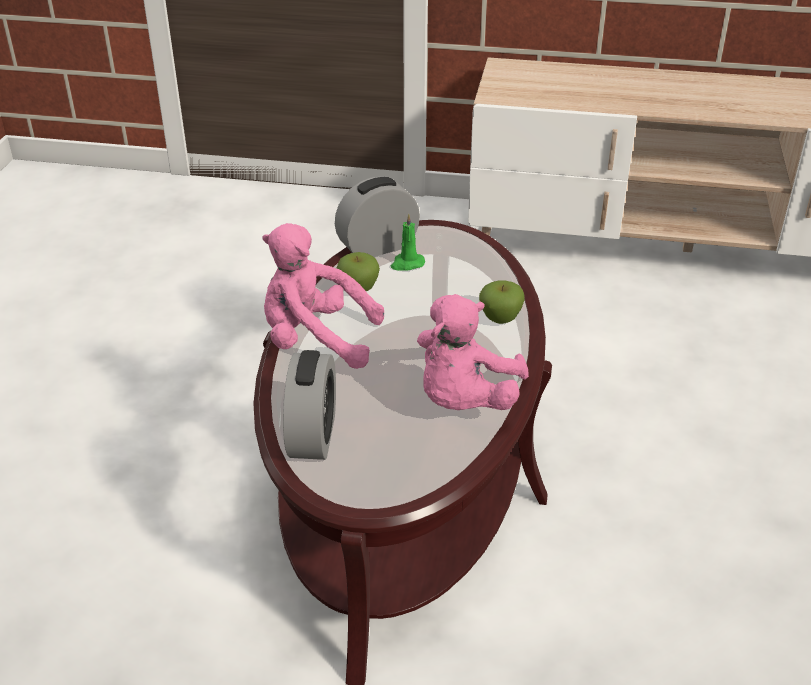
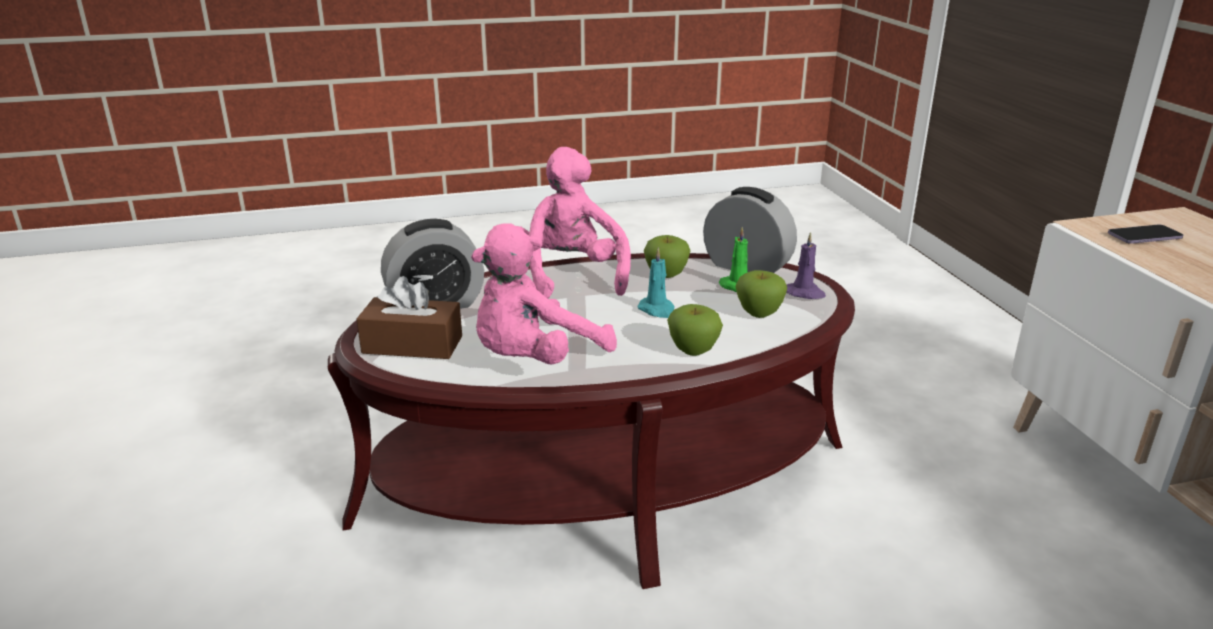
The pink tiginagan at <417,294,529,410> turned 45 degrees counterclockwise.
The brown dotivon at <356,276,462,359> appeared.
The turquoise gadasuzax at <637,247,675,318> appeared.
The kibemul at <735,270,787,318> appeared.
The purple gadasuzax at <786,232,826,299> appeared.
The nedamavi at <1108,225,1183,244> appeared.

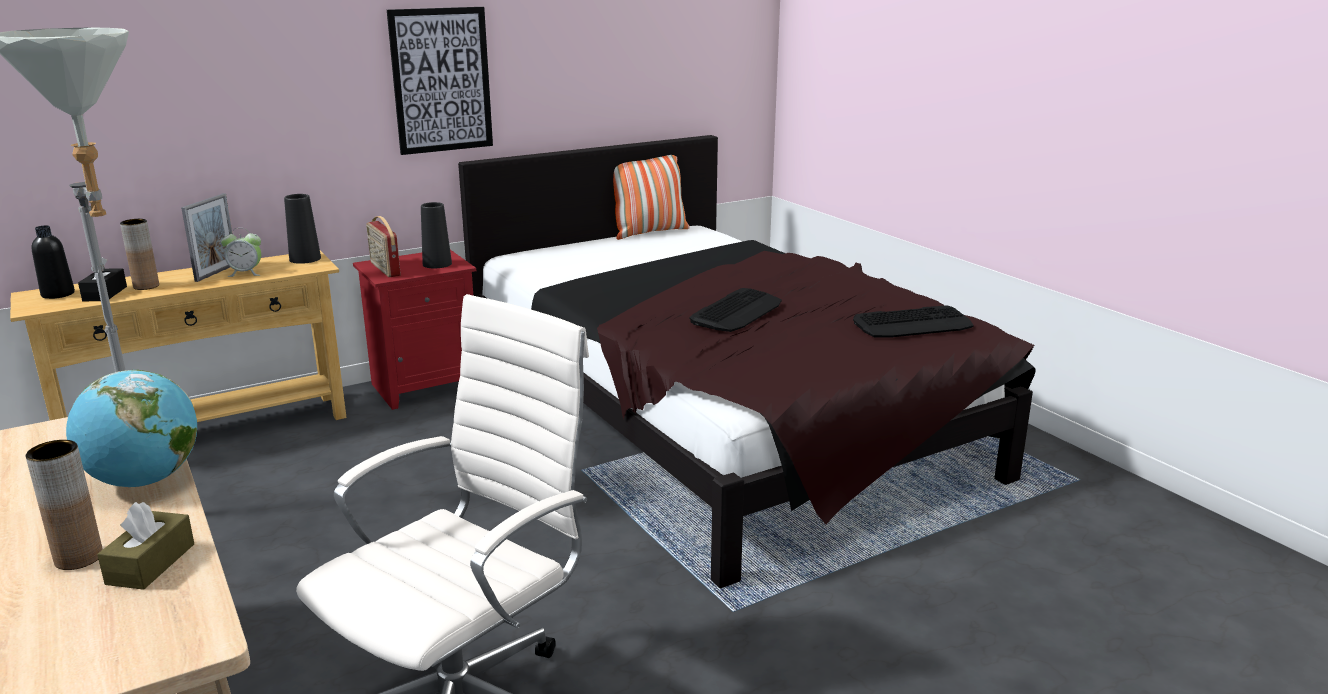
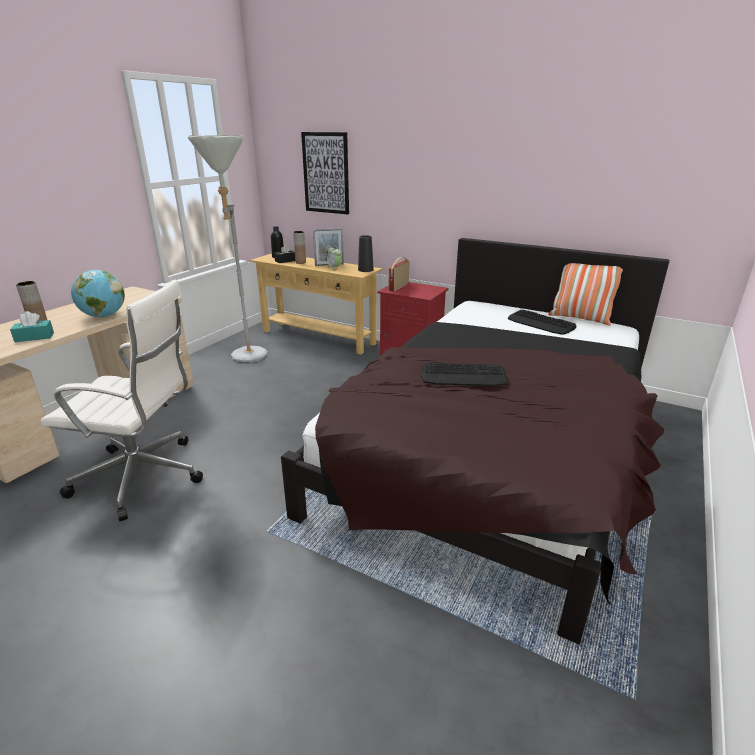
The brown dotivon at <97,502,194,590> became the turquoise dotivon at <10,311,54,342>.
The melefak moved from <387,7,493,155> to <301,132,349,214>.
The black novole at <421,202,452,268> disappeared.
The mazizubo moved from <853,306,974,338> to <508,310,577,335>.

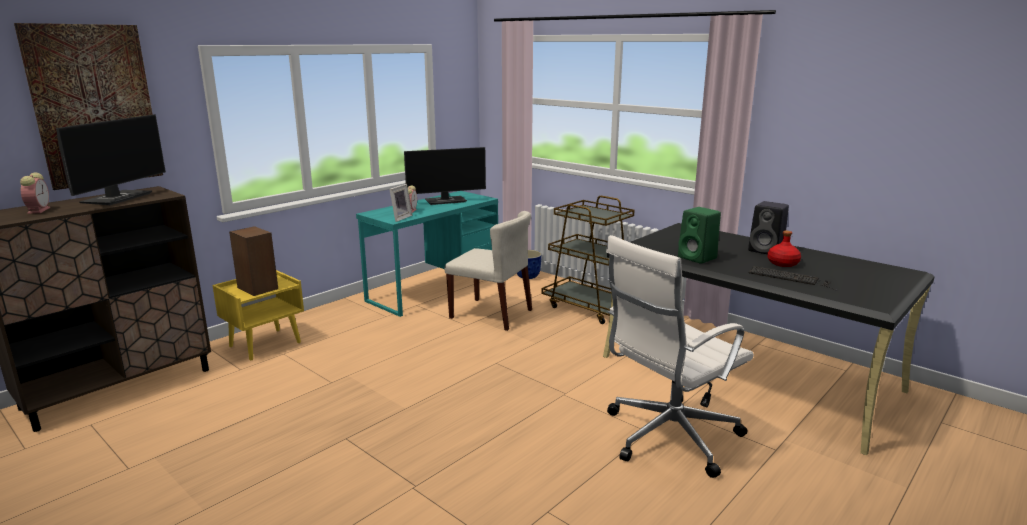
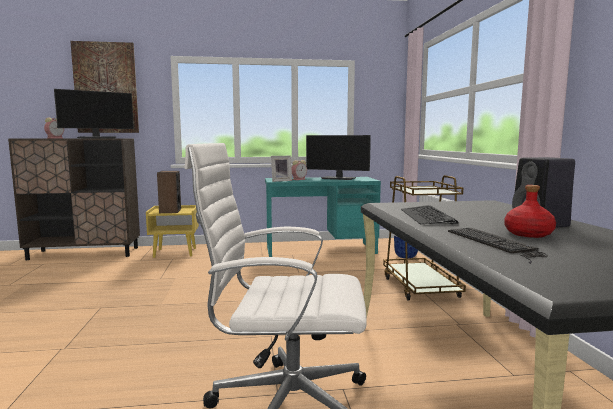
The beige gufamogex at <445,211,532,331> disappeared.
The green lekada at <678,207,721,264> was replaced by the mazizubo at <401,205,459,225>.

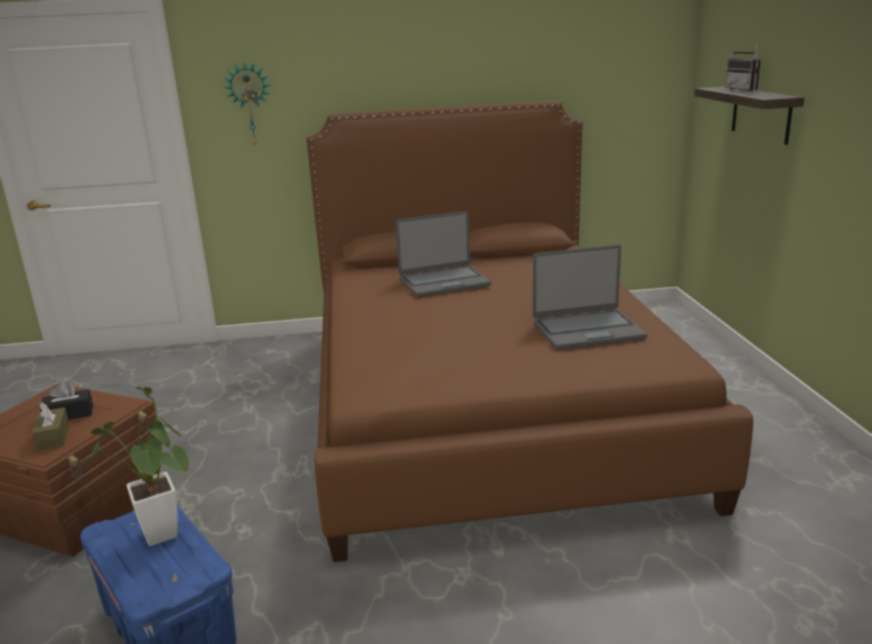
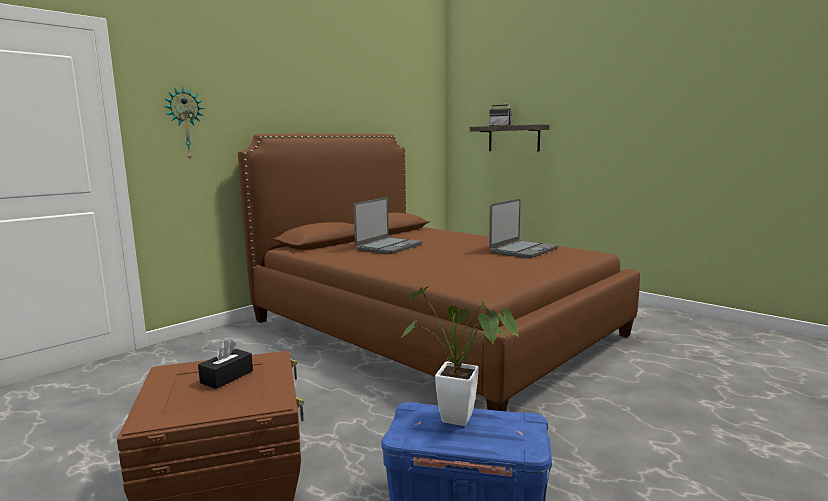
The brown dotivon at <31,402,69,451> disappeared.

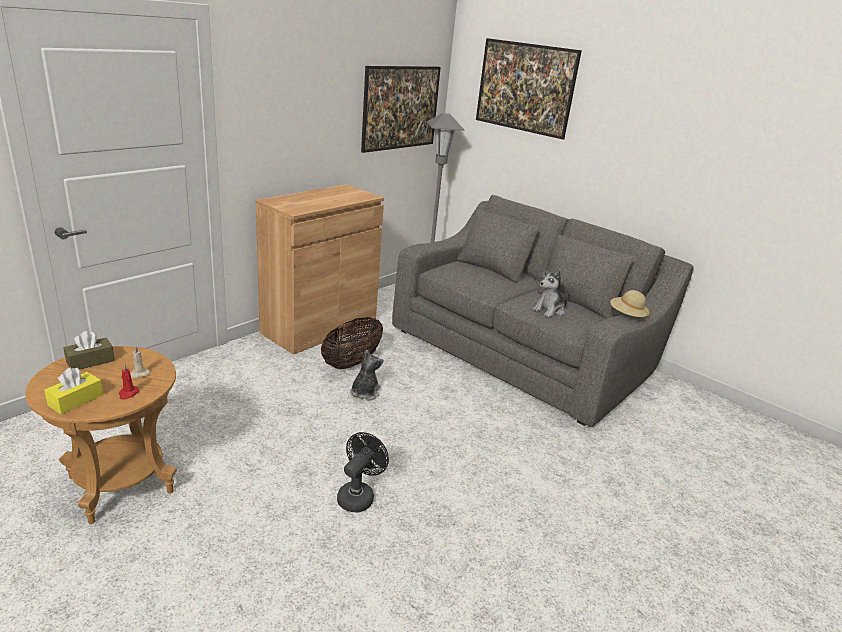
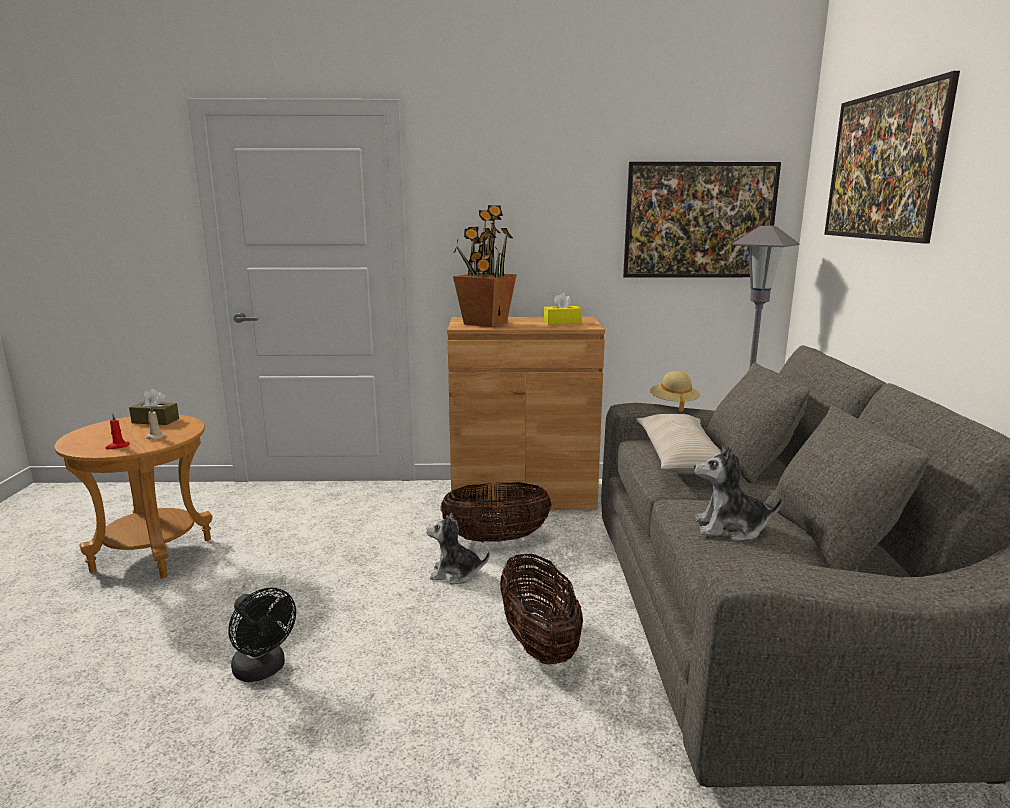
The yellow dotivon moved from <44,367,103,414> to <544,293,582,325>.
The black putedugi at <337,432,389,512> turned 60 degrees clockwise.
The tiginagan at <350,350,383,400> turned 150 degrees counterclockwise.
The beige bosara moved from <610,290,649,323> to <650,371,700,412>.
The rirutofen at <453,205,517,327> appeared.
The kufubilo at <500,553,583,664> appeared.
The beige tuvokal at <636,414,721,474> appeared.

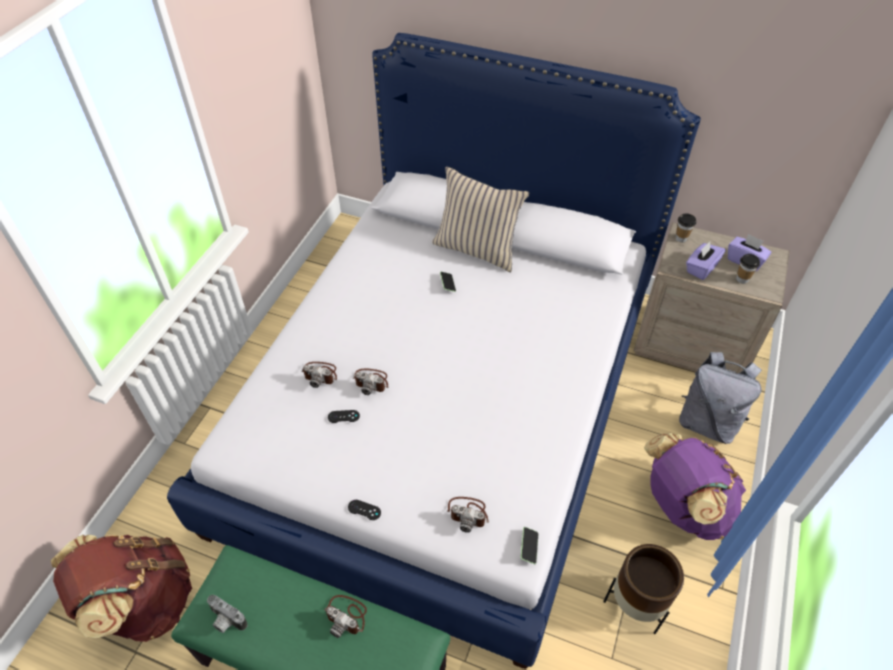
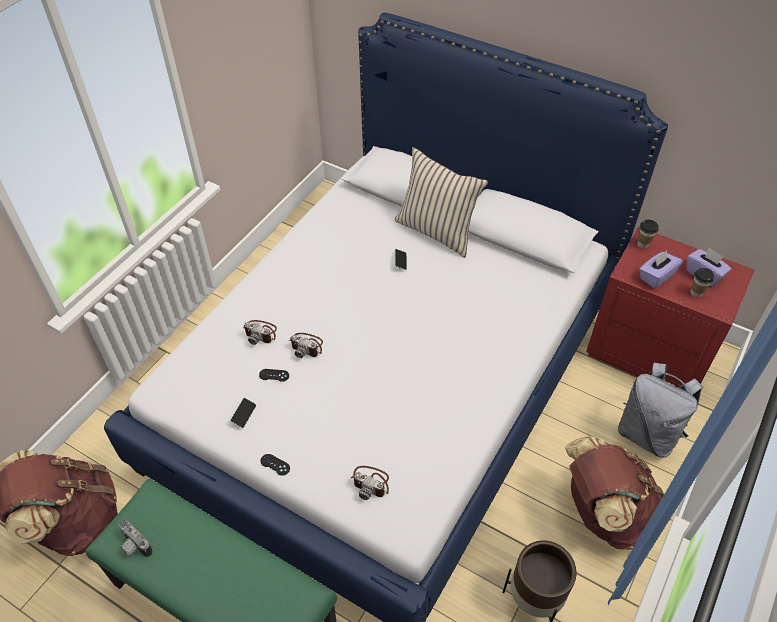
The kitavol at <324,595,367,638> disappeared.
The nedamavi moved from <521,527,538,564> to <230,398,256,428>.
The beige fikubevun at <633,222,790,373> became the red fikubevun at <586,227,754,388>.
The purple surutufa at <644,433,746,540> became the brown surutufa at <565,436,664,550>.

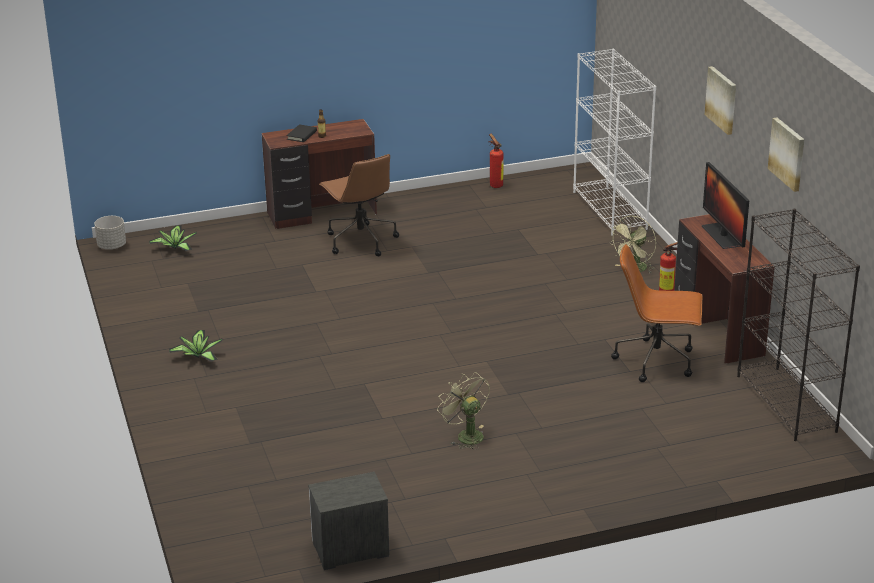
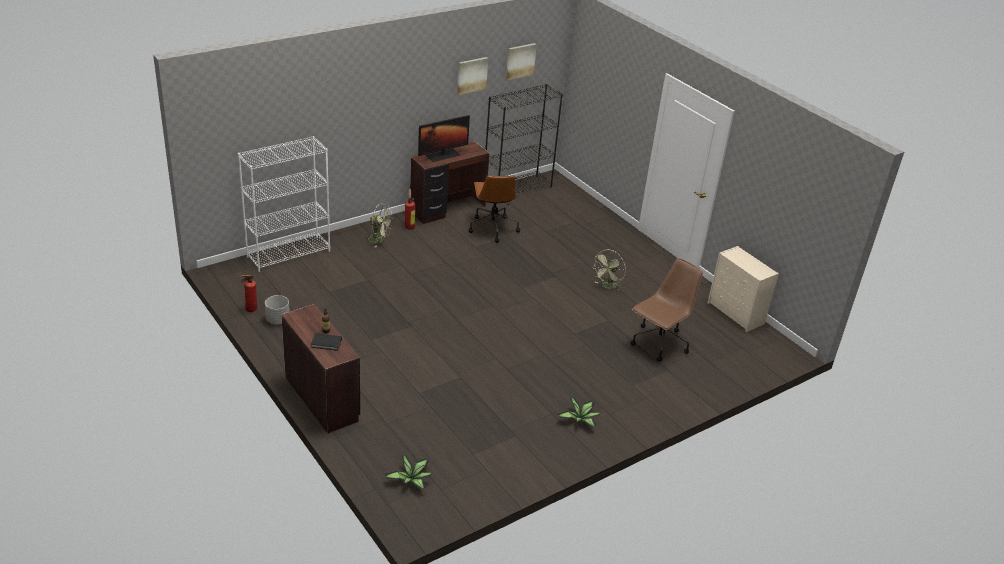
The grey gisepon moved from <94,216,126,250> to <265,295,290,324>.
The fikubevun at <308,472,389,570> was replaced by the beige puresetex at <708,246,779,332>.
The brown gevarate moved from <319,154,399,256> to <631,258,703,362>.
The melefak moved from <705,66,736,135> to <506,43,537,80>.

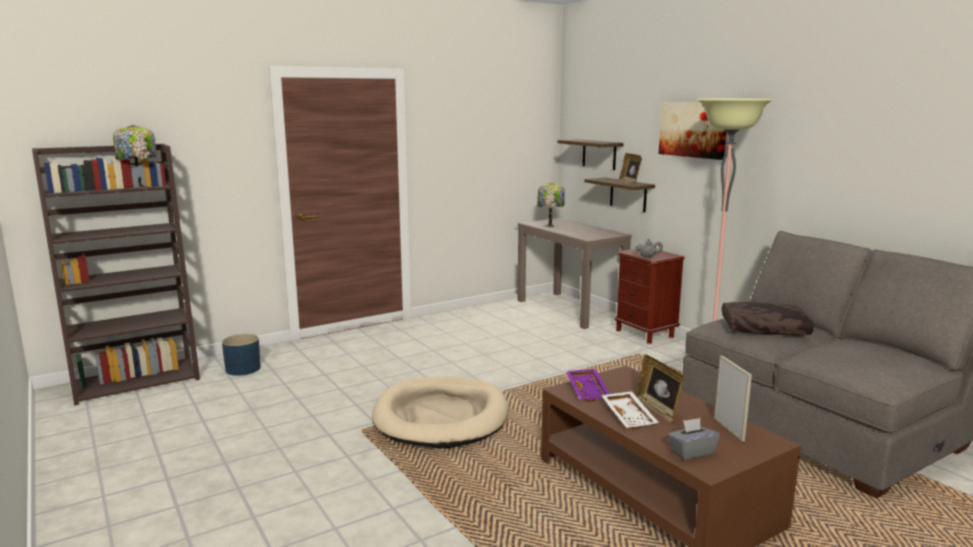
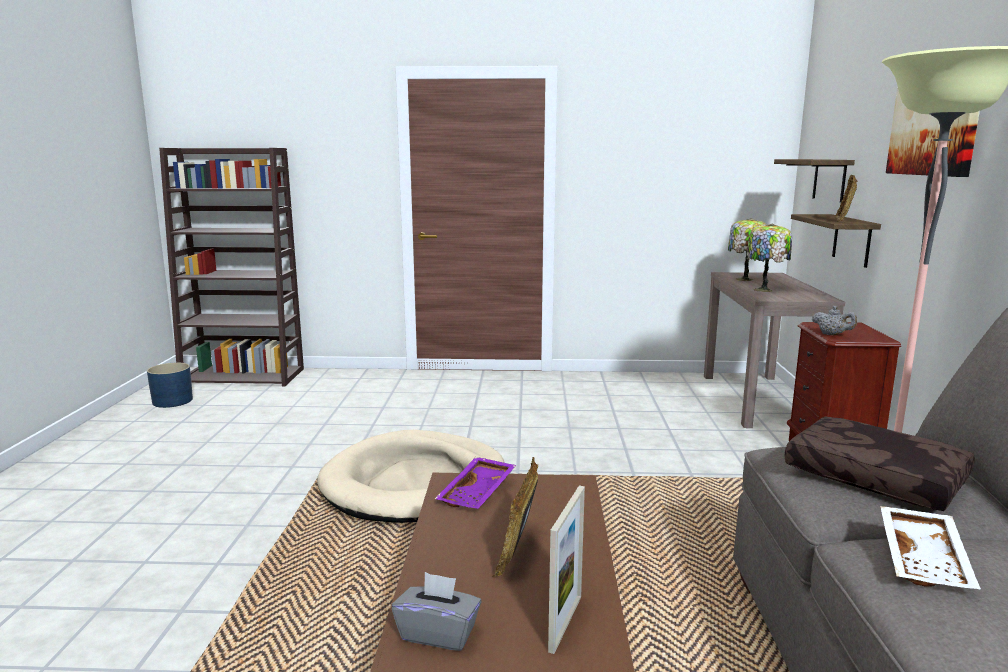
The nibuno moved from <113,125,157,188> to <747,224,792,292>.
The blue gisepon moved from <222,334,261,376> to <147,363,193,408>.
The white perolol moved from <601,391,659,429> to <880,506,981,590>.

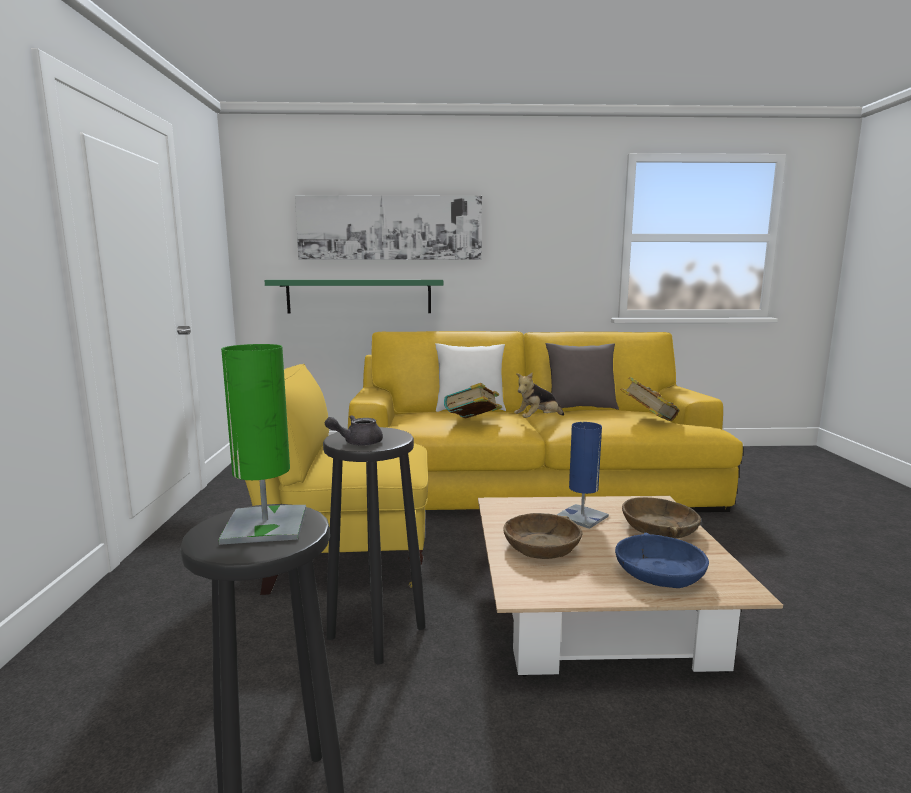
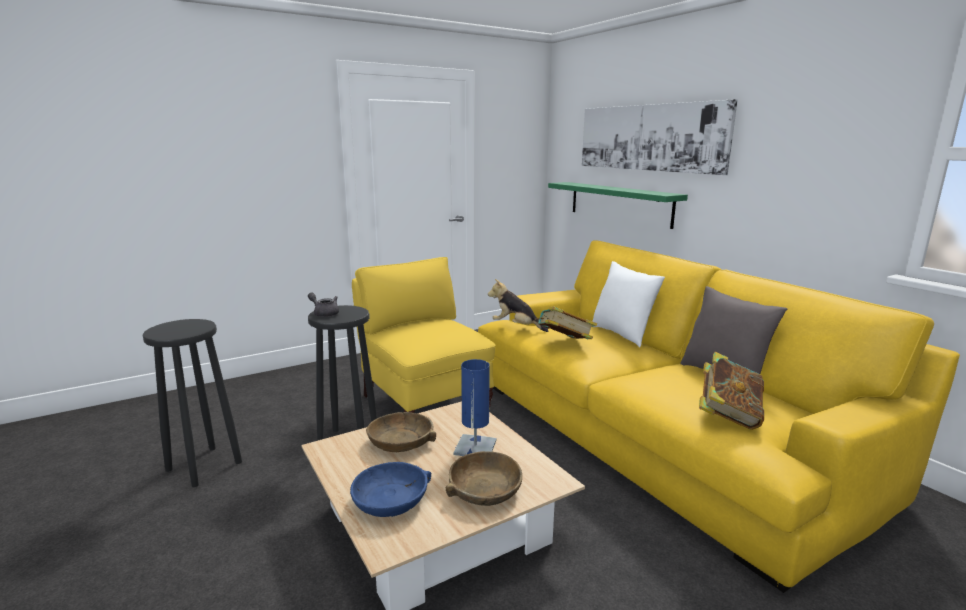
The green nibuno at <219,344,306,545> disappeared.
The tiginagan moved from <514,373,564,418> to <488,279,548,332>.

